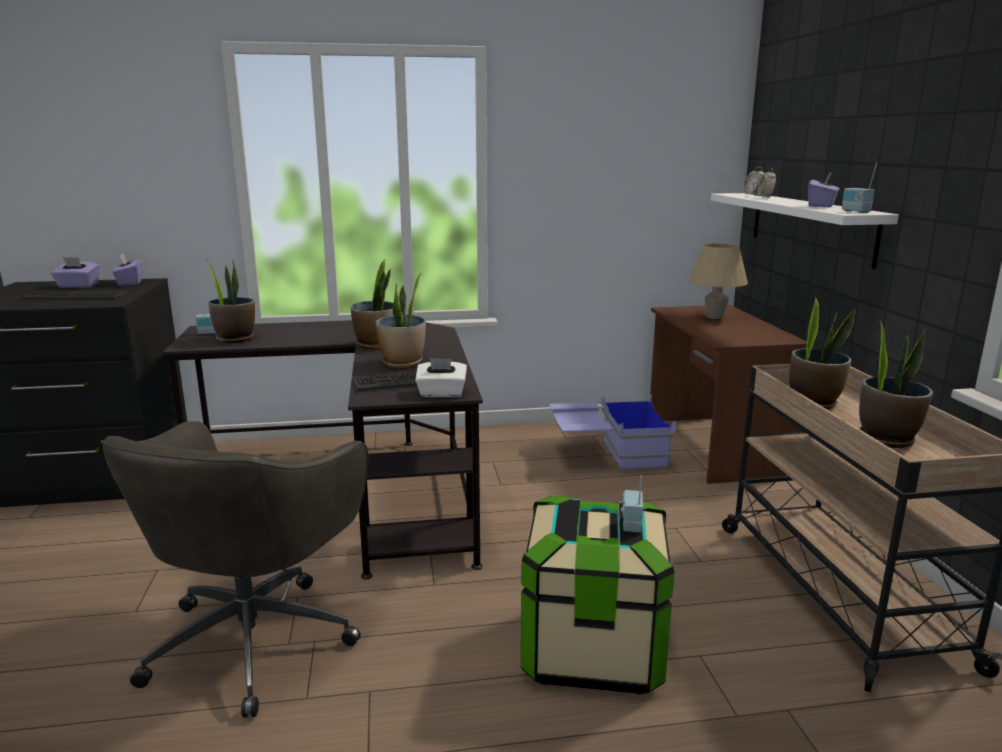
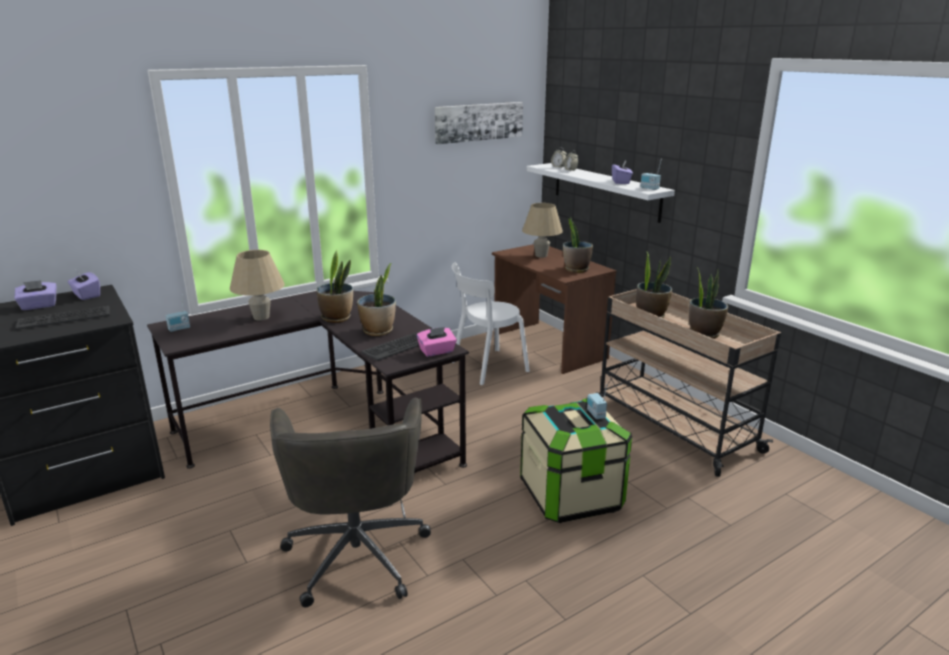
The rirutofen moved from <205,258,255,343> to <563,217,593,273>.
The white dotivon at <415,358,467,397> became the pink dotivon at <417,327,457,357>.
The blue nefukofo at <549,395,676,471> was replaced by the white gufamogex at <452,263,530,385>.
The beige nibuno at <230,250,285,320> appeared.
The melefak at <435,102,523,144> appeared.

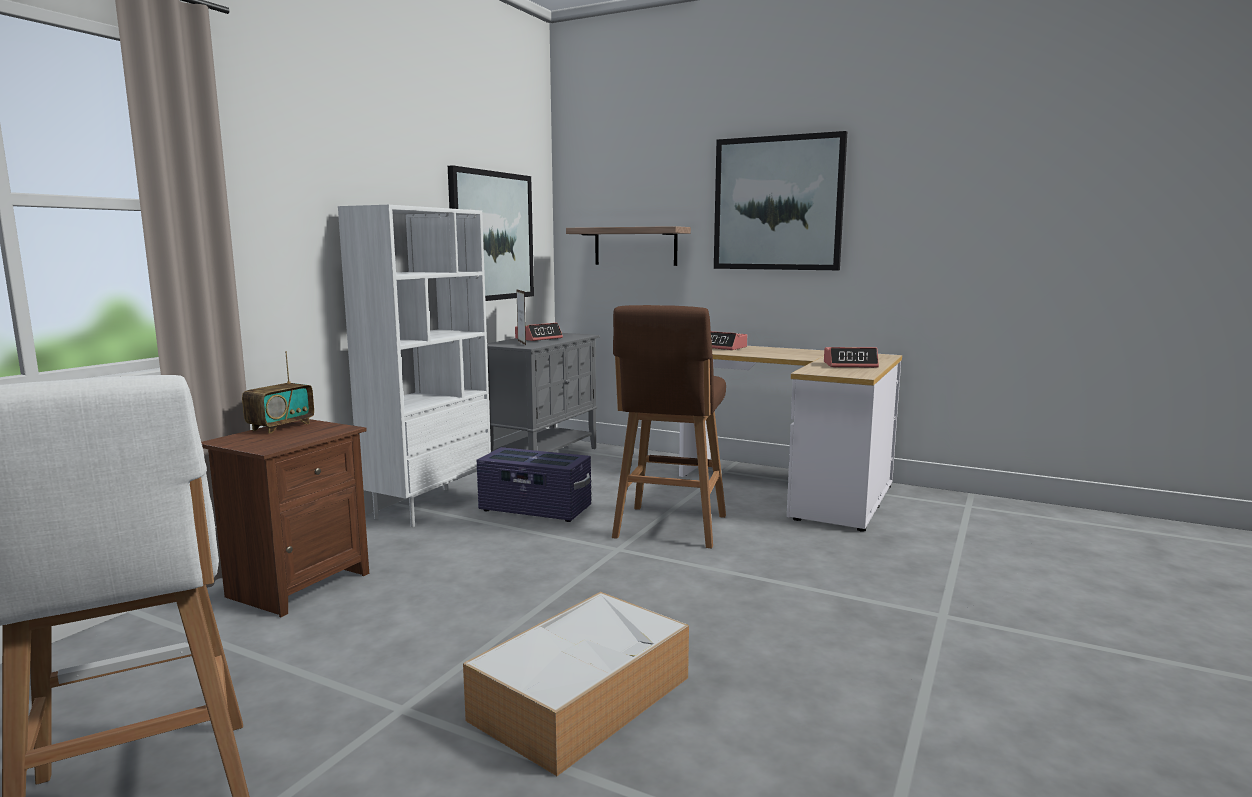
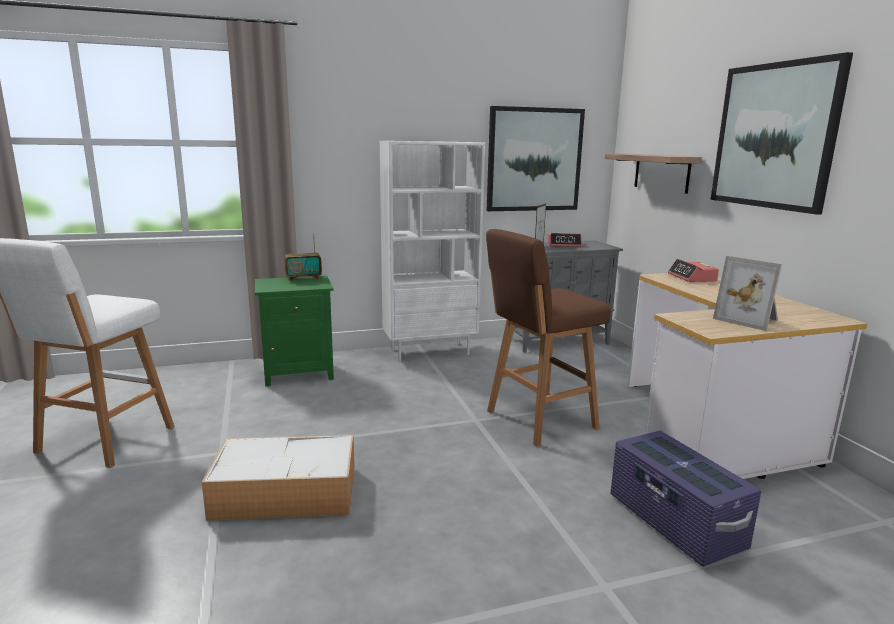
The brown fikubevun at <201,419,369,617> became the green fikubevun at <255,275,334,386>.
The purple nefukofo moved from <476,447,591,522> to <610,431,762,567>.
The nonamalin at <824,347,879,368> was replaced by the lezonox at <713,256,782,331>.

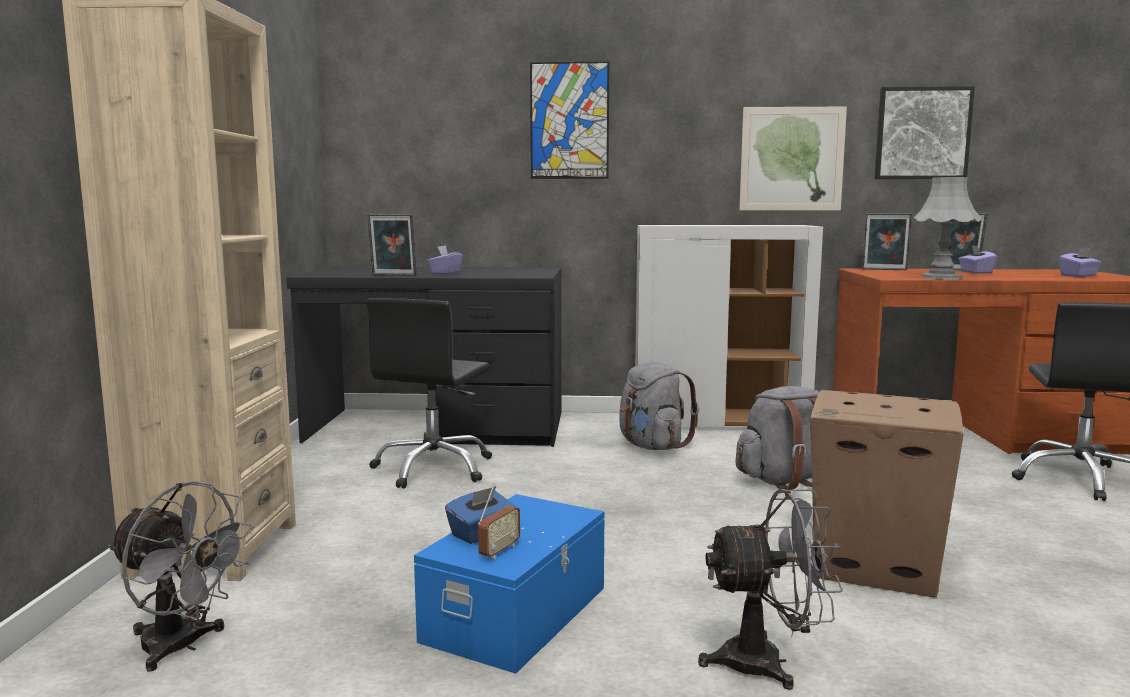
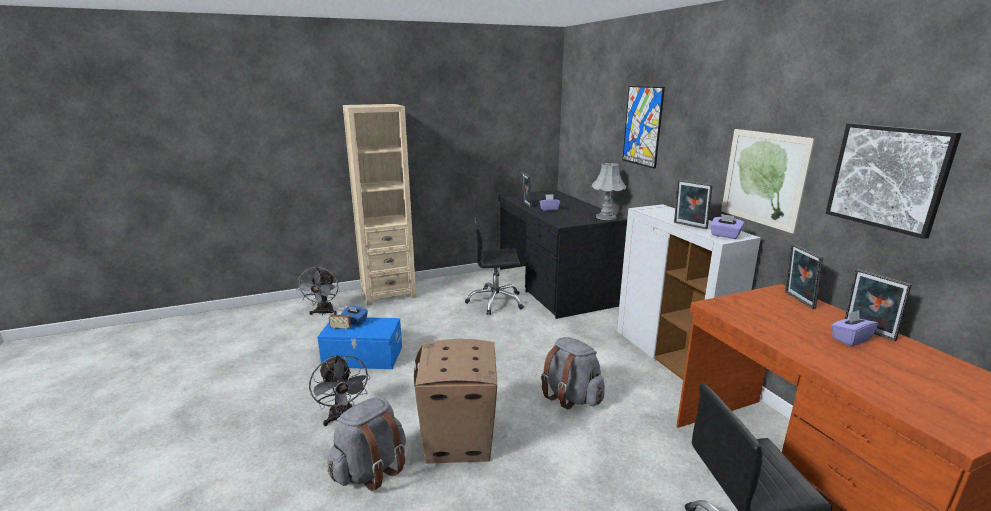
The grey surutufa moved from <619,362,699,450> to <327,397,406,491>.
The grey nibuno moved from <913,177,981,280> to <592,163,626,220>.
The purple dotivon moved from <1059,248,1102,277> to <710,214,745,239>.
The lezonox at <674,180,713,229> appeared.

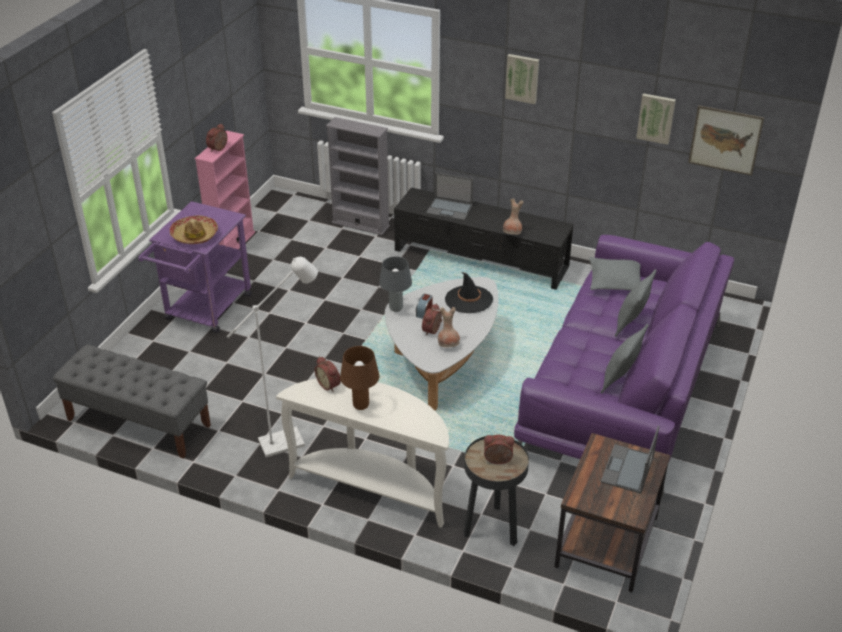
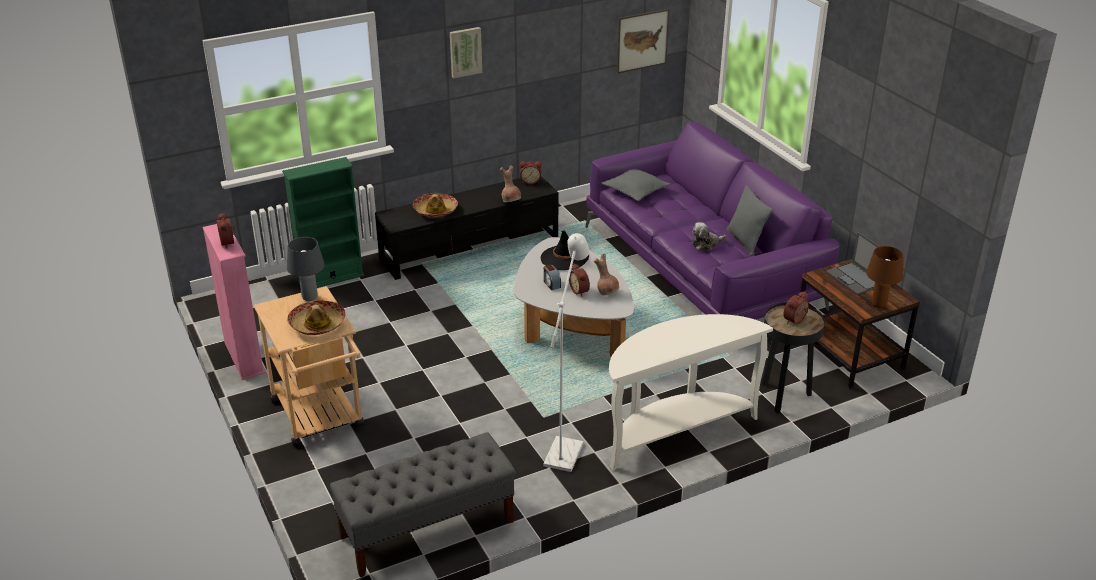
The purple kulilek at <138,201,252,333> became the beige kulilek at <253,286,364,446>.
The nonamalin moved from <315,356,341,392> to <520,161,542,184>.
The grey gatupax at <326,117,390,235> became the green gatupax at <282,157,364,288>.
The brown nibuno moved from <340,346,379,410> to <866,246,903,308>.
The grey nibuno moved from <379,256,412,312> to <287,237,325,301>.
The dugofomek at <426,172,474,221> was replaced by the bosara at <413,193,458,217>.
The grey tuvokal at <615,269,657,337> disappeared.
The melefak at <636,93,676,145> disappeared.
The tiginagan at <692,222,726,250> appeared.

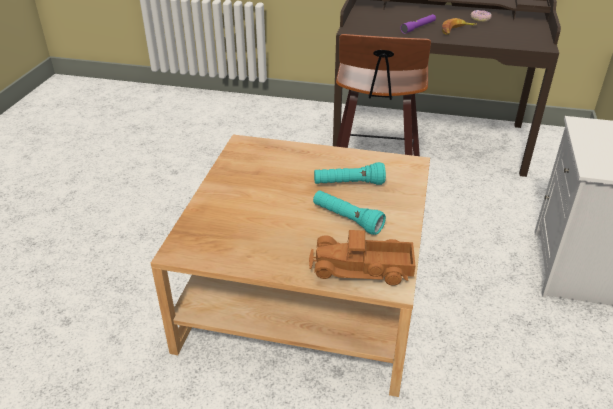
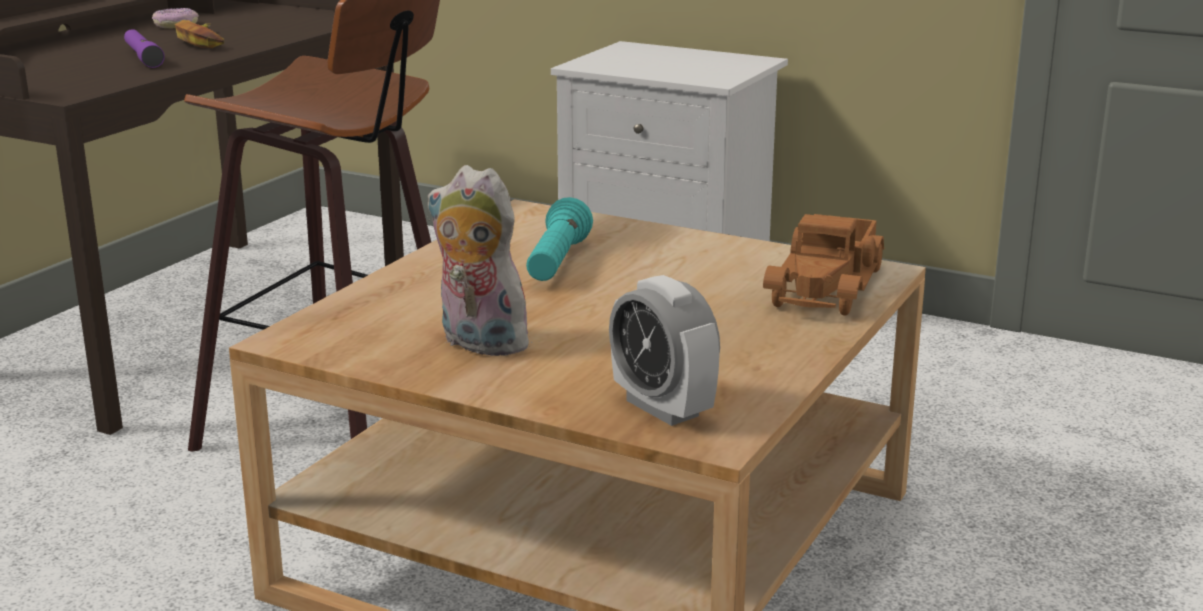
The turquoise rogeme at <313,190,386,235> disappeared.
The tiginagan at <427,165,532,356> appeared.
The nonamalin at <609,275,720,426> appeared.

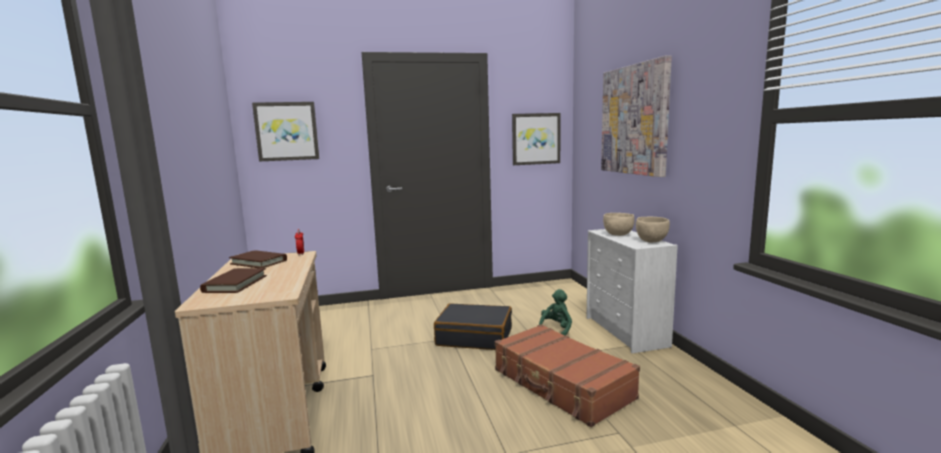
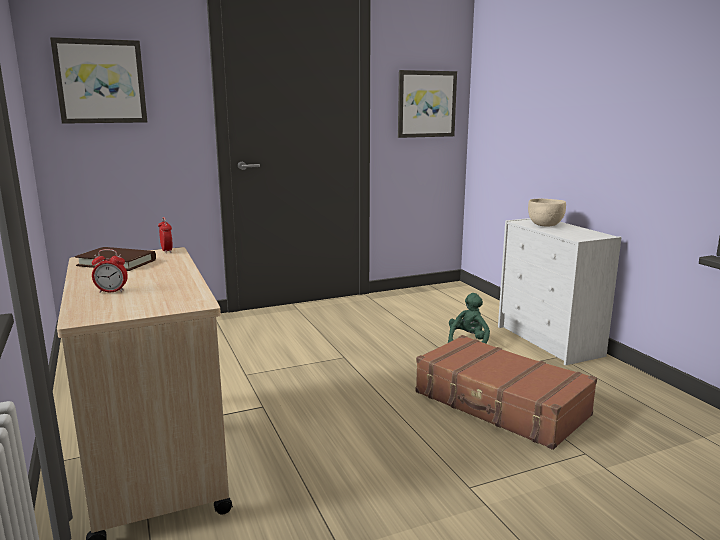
The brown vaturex at <200,268,267,293> was replaced by the nonamalin at <92,249,128,293>.
The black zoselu at <434,303,512,350> disappeared.
The melefak at <601,55,672,177> disappeared.
The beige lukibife at <636,217,670,242> disappeared.

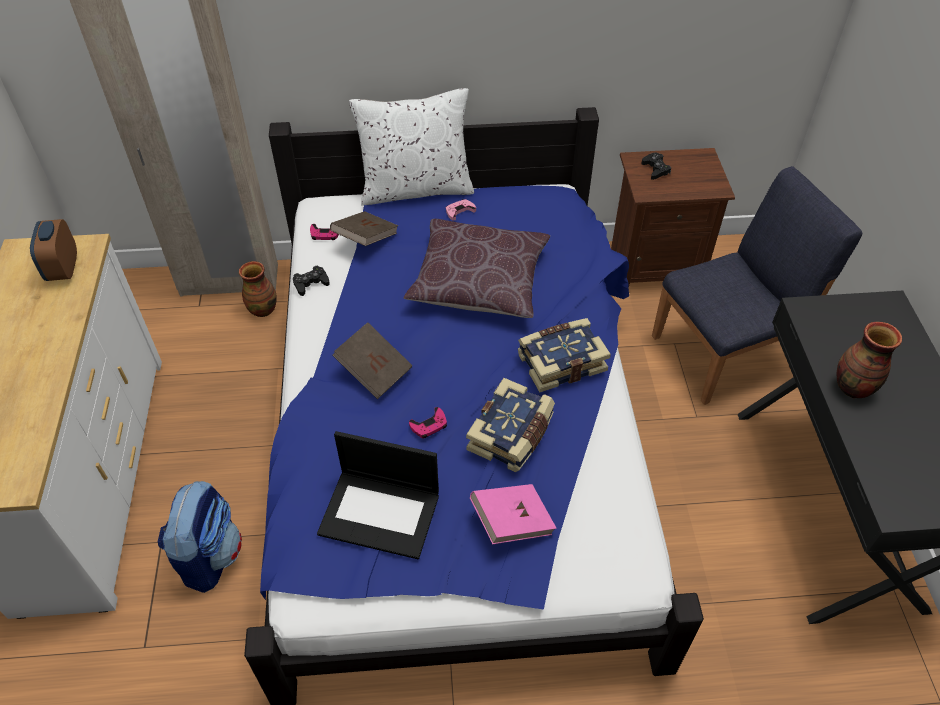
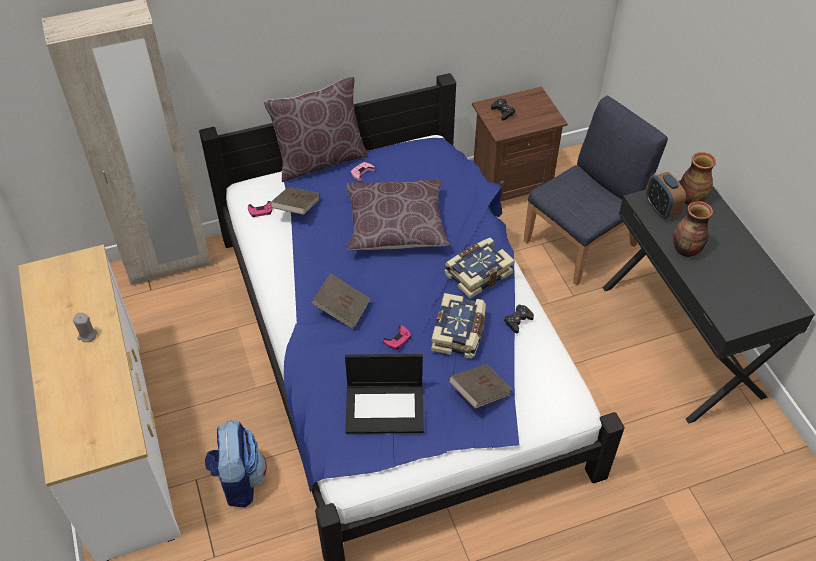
The nonamalin moved from <30,219,77,281> to <646,172,686,219>.
The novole moved from <239,261,277,317> to <680,152,716,205>.
The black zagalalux moved from <293,266,330,296> to <504,304,534,333>.
The white tuvokal at <349,88,474,206> became the brown tuvokal at <264,76,368,182>.
The pink vaturex at <470,484,557,544> became the brown vaturex at <449,364,513,409>.
The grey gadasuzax at <73,313,97,342> appeared.

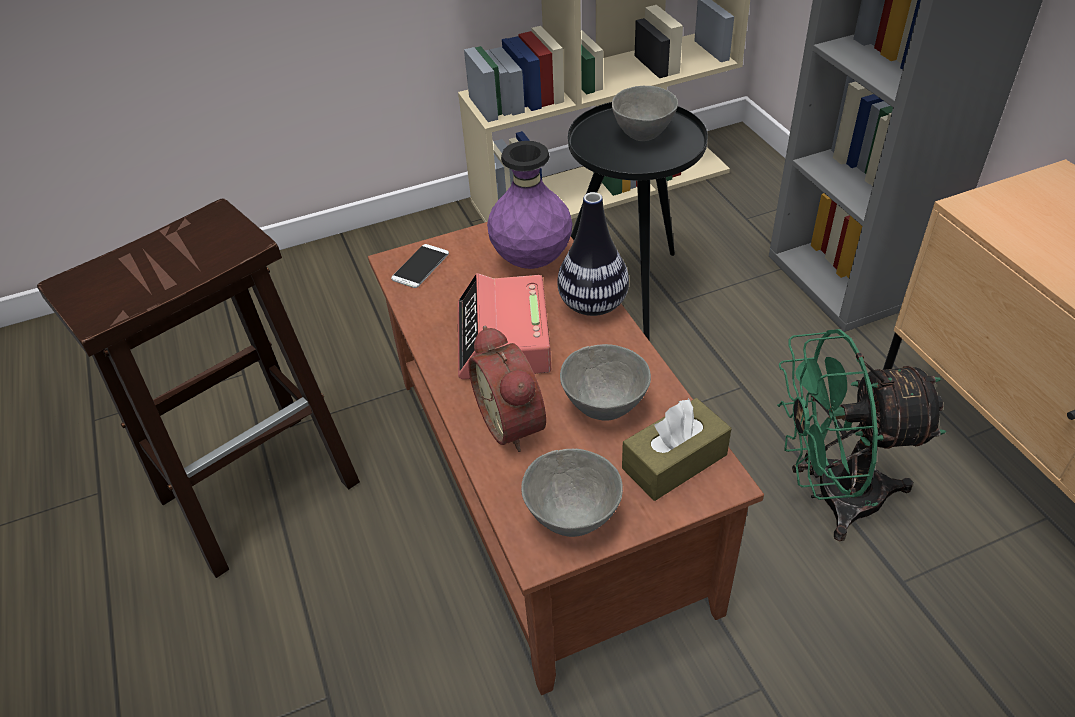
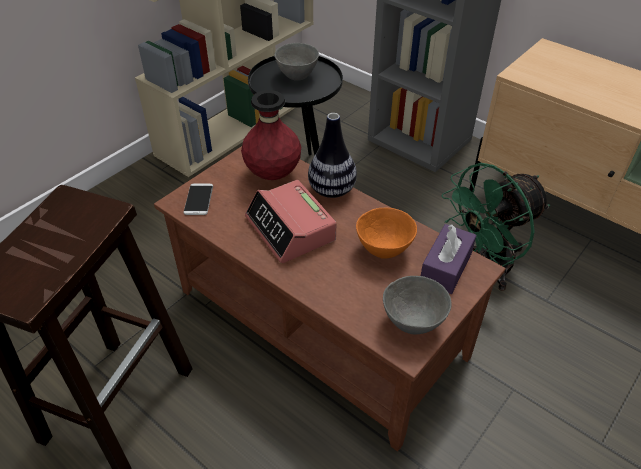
The nonamalin at <468,326,546,452> disappeared.
The purple novole at <487,141,572,269> became the red novole at <241,90,301,180>.
The grey lukibife at <560,344,651,421> became the orange lukibife at <356,208,417,259>.
The brown dotivon at <622,397,731,501> became the purple dotivon at <421,224,476,294>.

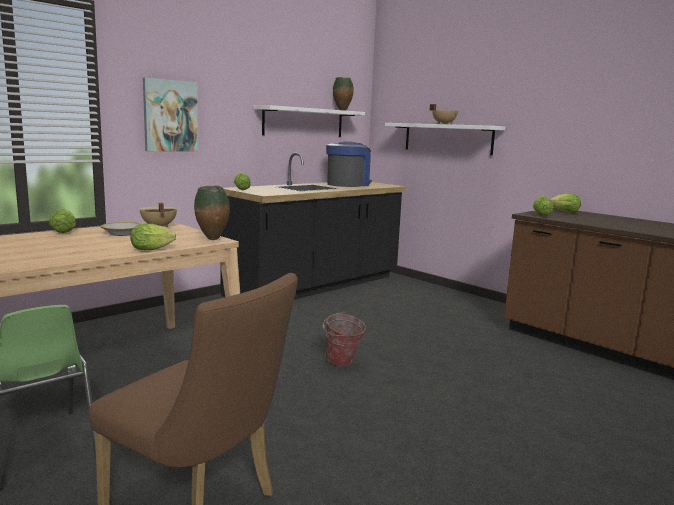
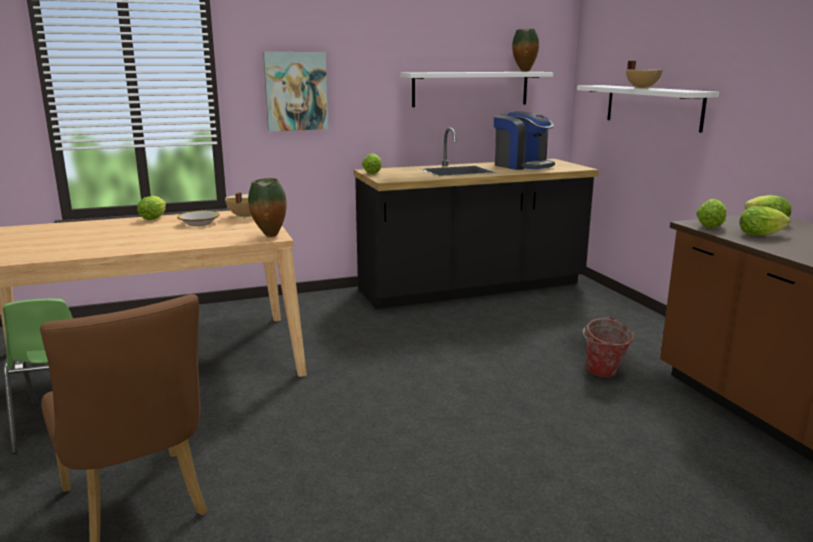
The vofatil moved from <130,224,176,250> to <739,206,790,236>.
The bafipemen moved from <322,311,366,366> to <583,316,634,377>.
The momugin at <326,141,372,187> turned 75 degrees clockwise.

